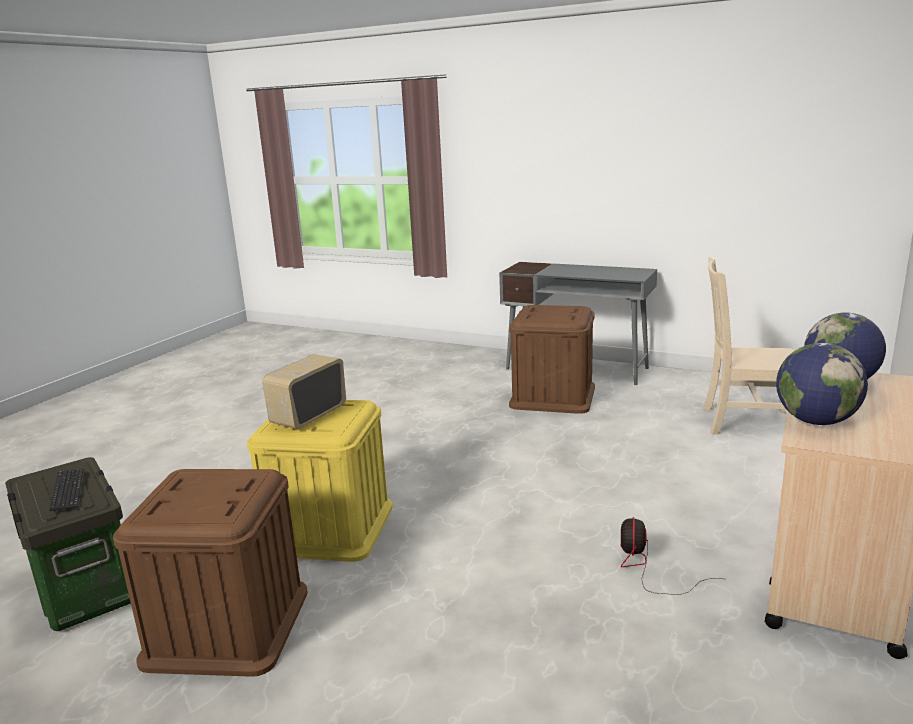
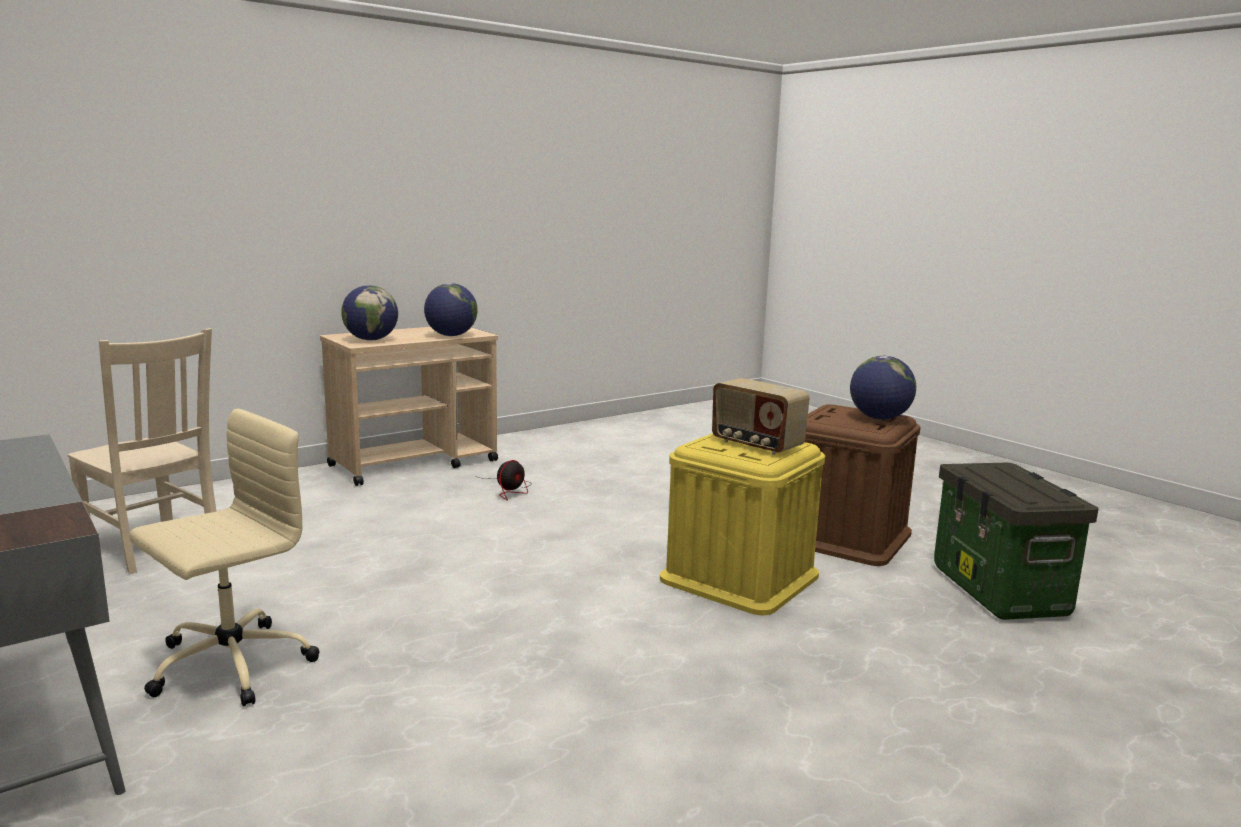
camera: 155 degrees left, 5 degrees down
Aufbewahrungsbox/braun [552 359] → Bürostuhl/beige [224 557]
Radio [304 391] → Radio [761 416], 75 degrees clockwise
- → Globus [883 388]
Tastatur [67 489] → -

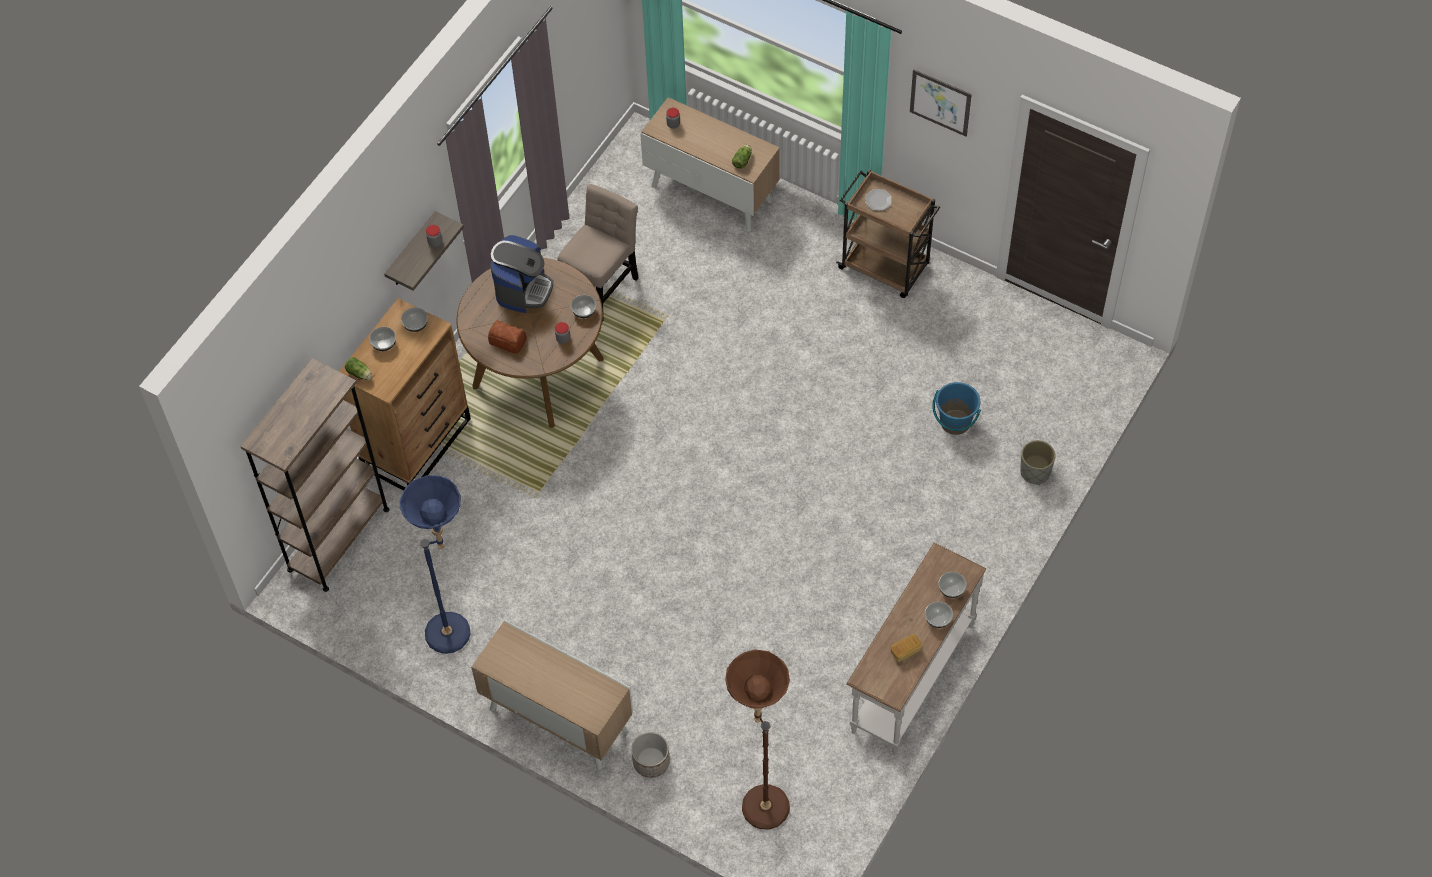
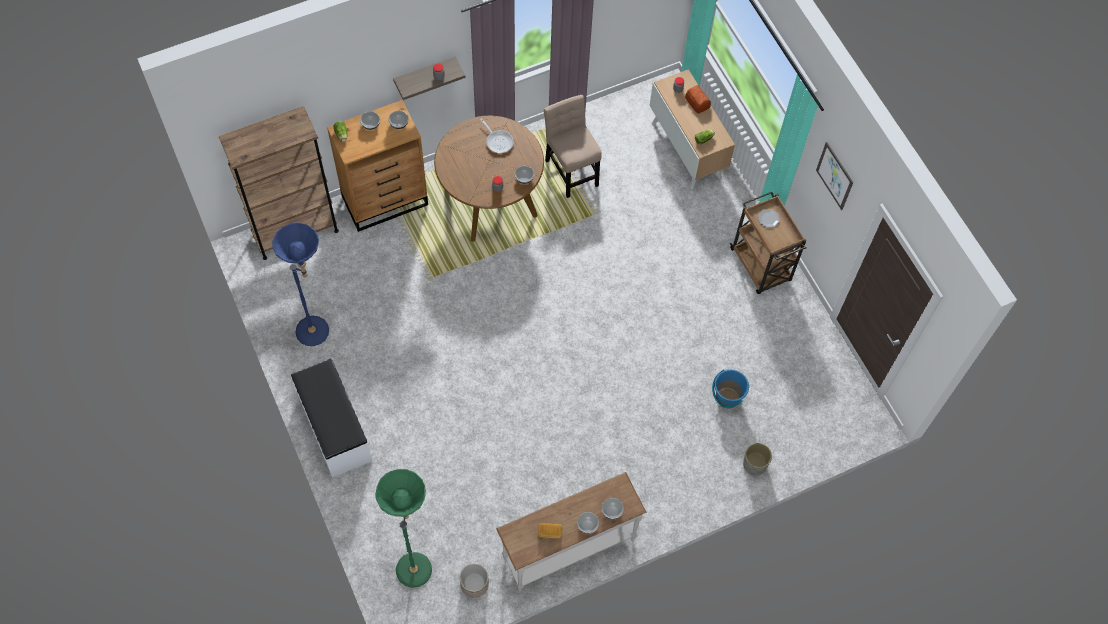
camera: 30 degrees right, 5 degrees up
Schrank [552 695] → Bank/weiß [331 418]
Stehlampe/braun [757 739] → Stehlampe/grün [404 528]
Pflanzkübel [650 755] → Pflanzkübel [474 581], shifted
Kaffeemaschine [521 274] → Pfanne [497 135]
Stuhl/beige [598 246] → Stuhl/beige [573 146], 90 degrees counterclockwise
Brot [507 337] → Brot [698 99], shifted

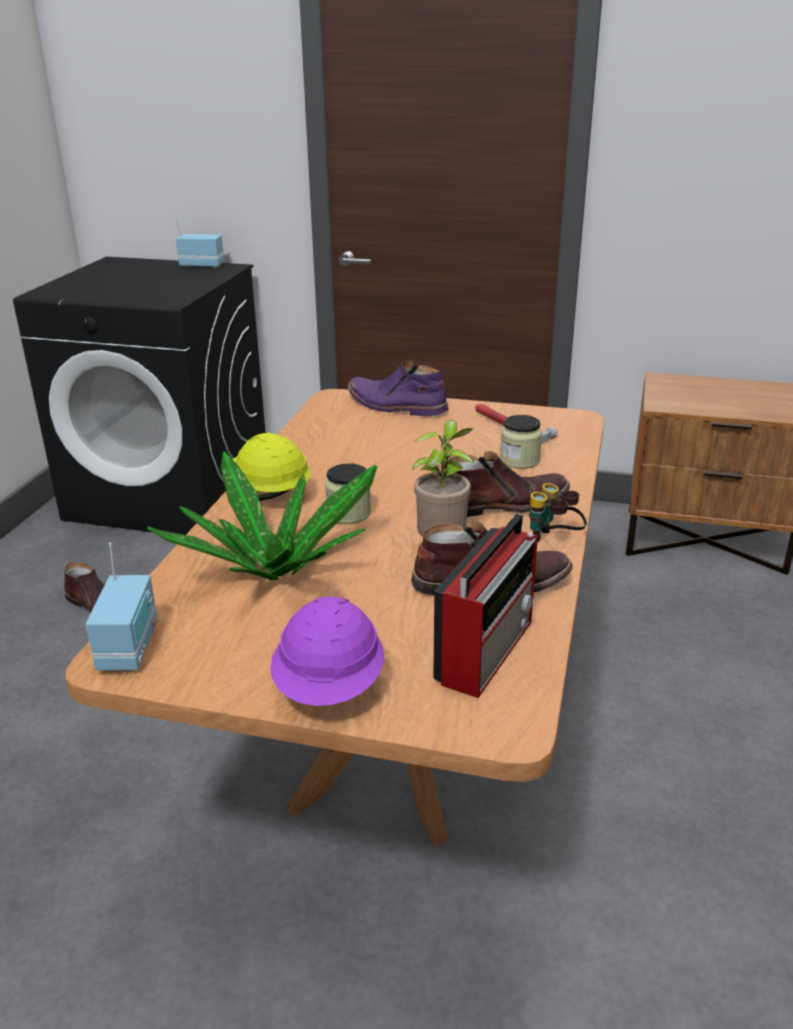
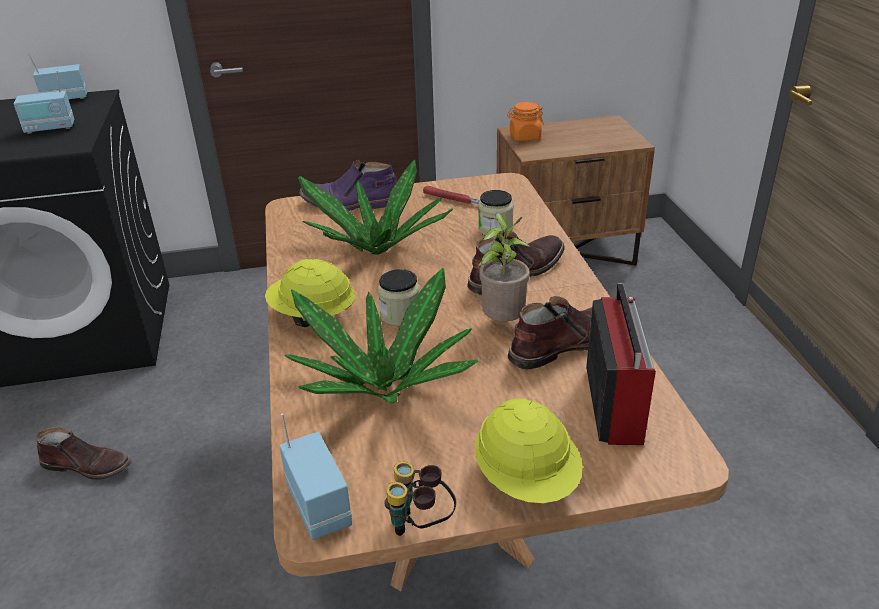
camera: 25 degrees left, 5 degrees up
- → Radio [44 102]
- → Topfpflanze [375 206]
Fernglas [558 512] → Fernglas [420 498], shifted
Schutzhelm/lila [327 651] → Schutzhelm/gelb [528 450]
- → Vorratsglas/orange [525 121]

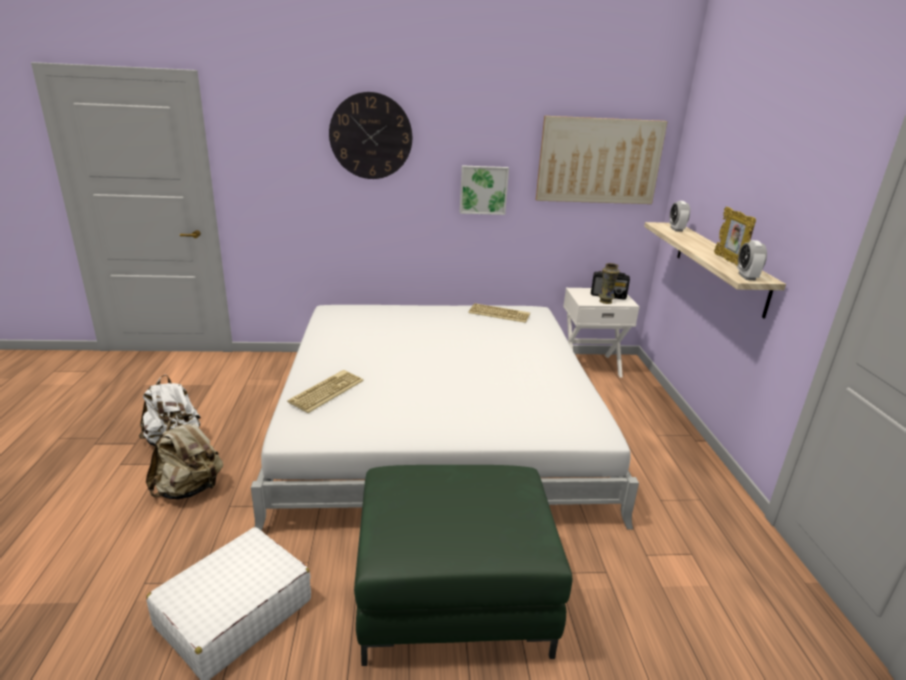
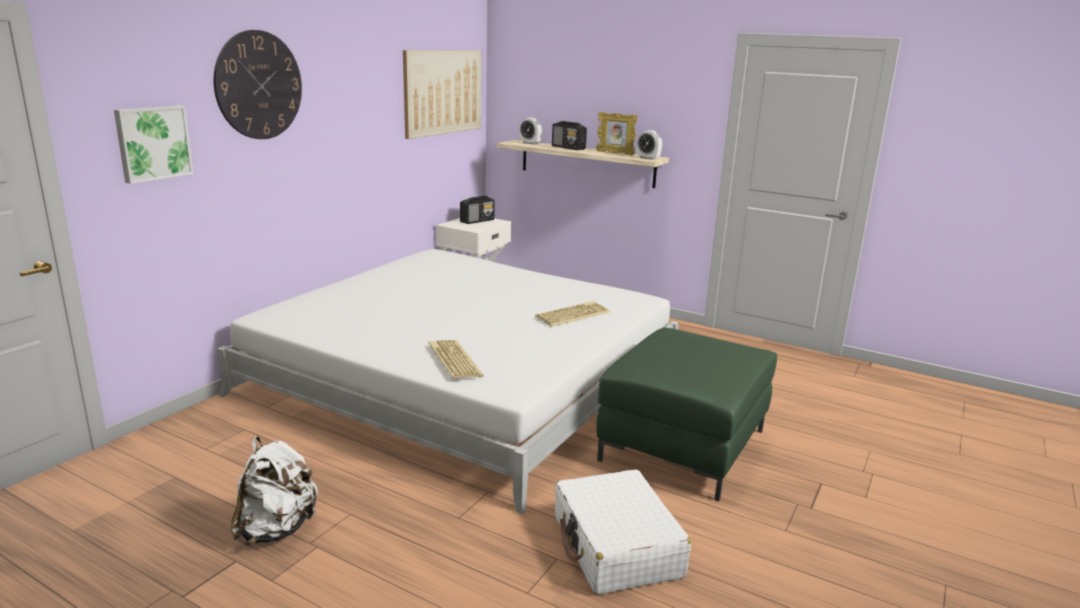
camera: 55 degrees left, 5 degrees down
Bild [484 190] → Bild [154 144], shifted
Tastatur [499 313] → Tastatur [572 314], shifted
- → Radio [569 135]
Rucksack/beige [184 458] → -
Vase [609 283] → -

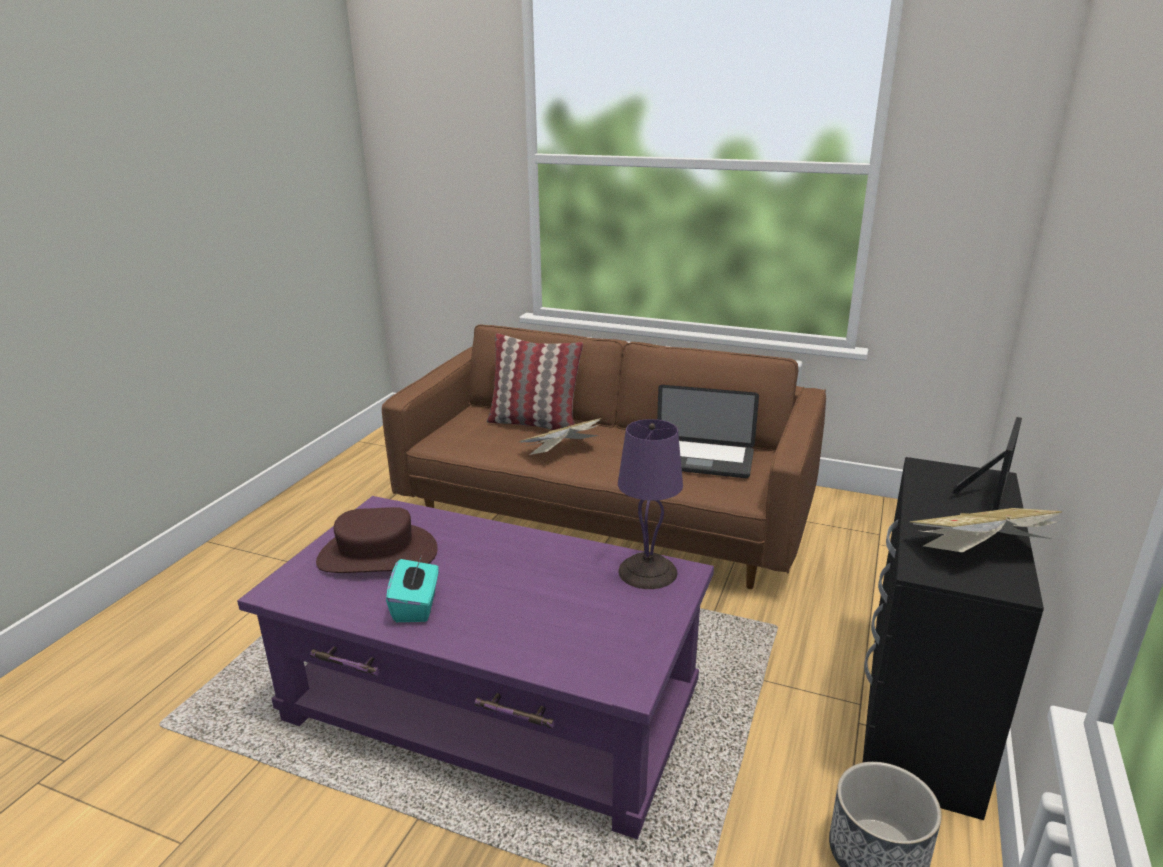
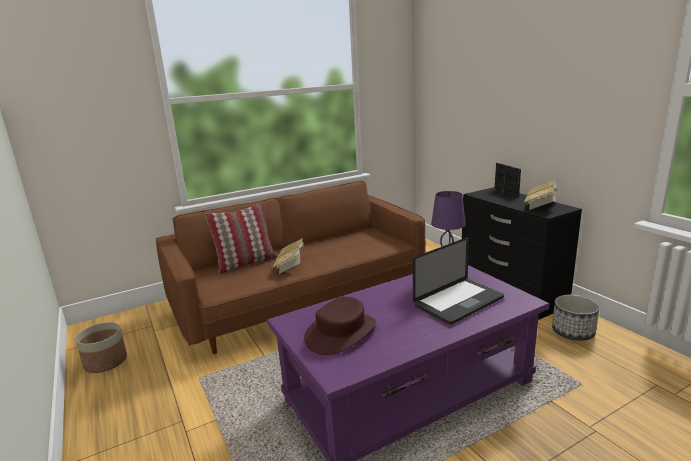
camera: 50 degrees left, 5 degrees down
- → Pflanzkübel [101 347]
Laptop [708 431] → Laptop [458 281], shifted
Taschentuchbox/türkis [412 589] → -

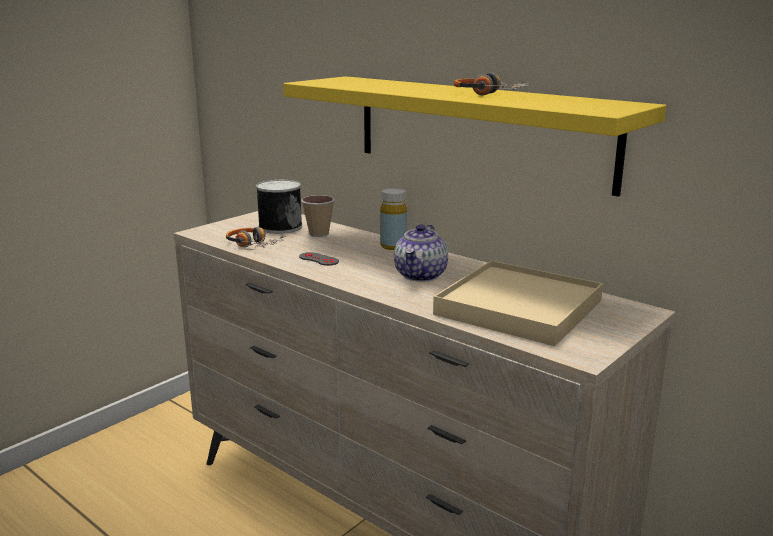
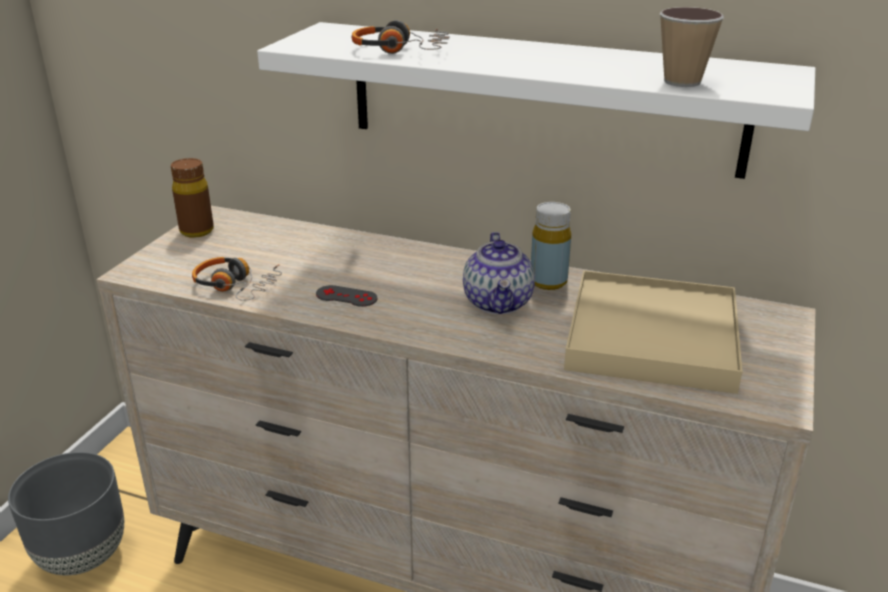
camera: 20 degrees left, 10 degrees up
- → Pflanzkübel/grau [66 513]
- → Flasche/braun [192 198]
Wandregal/gelb [474 136] → Wandregal/weiß [536 100]
Kopfhörer [492 84] → Kopfhörer [401 37], shifted
Flasche/gelb [393 219] → Flasche/gelb [551 246], shifted
Tasse [317 216] → Tasse [692 47], shifted
Dose [279 207] → -

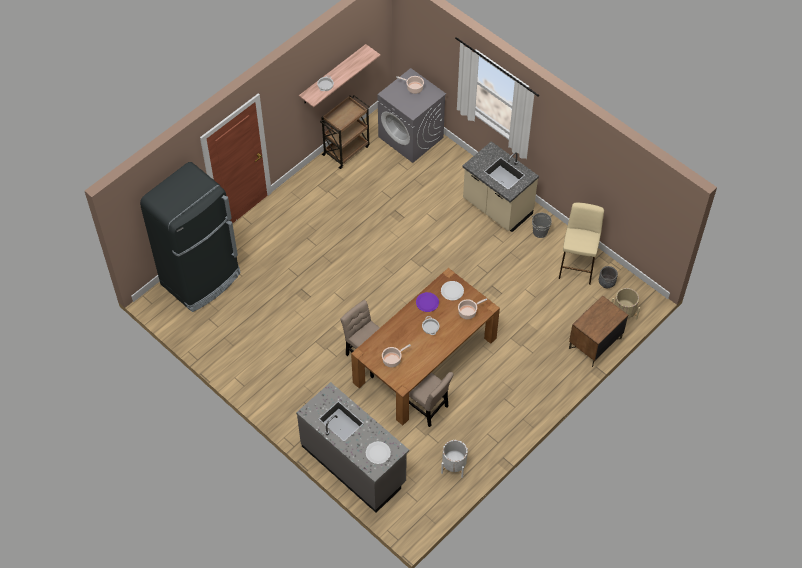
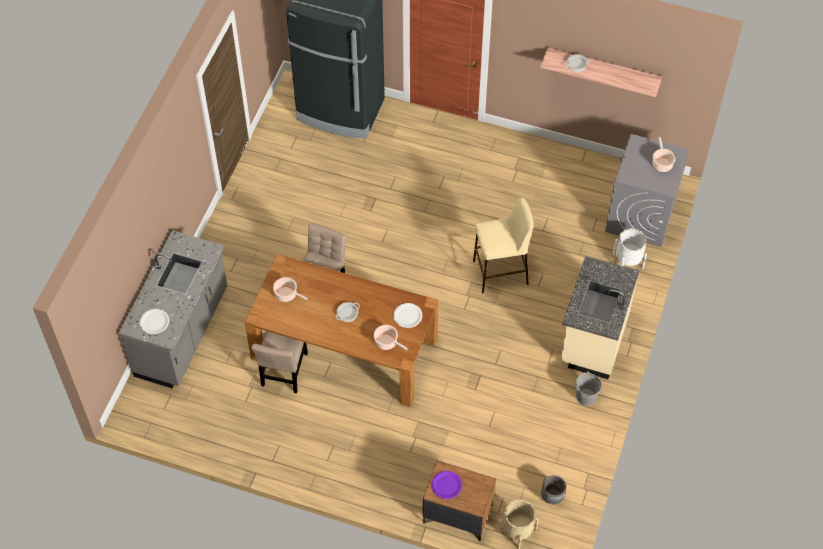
camera: 65 degrees right, 0 degrees up
Teller/lila [427 302] → Teller/lila [446 485], shifted
Hocker/beige [581 244] → Hocker/beige [503 245], shifted
Pflanzkübel/weiß [454 459] → Pflanzkübel/weiß [630 248], shifted
Rollwagen/braun [345 132] → -

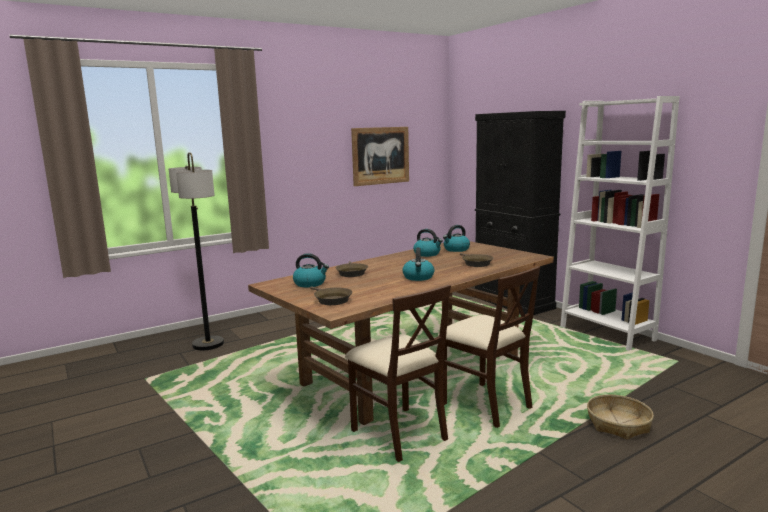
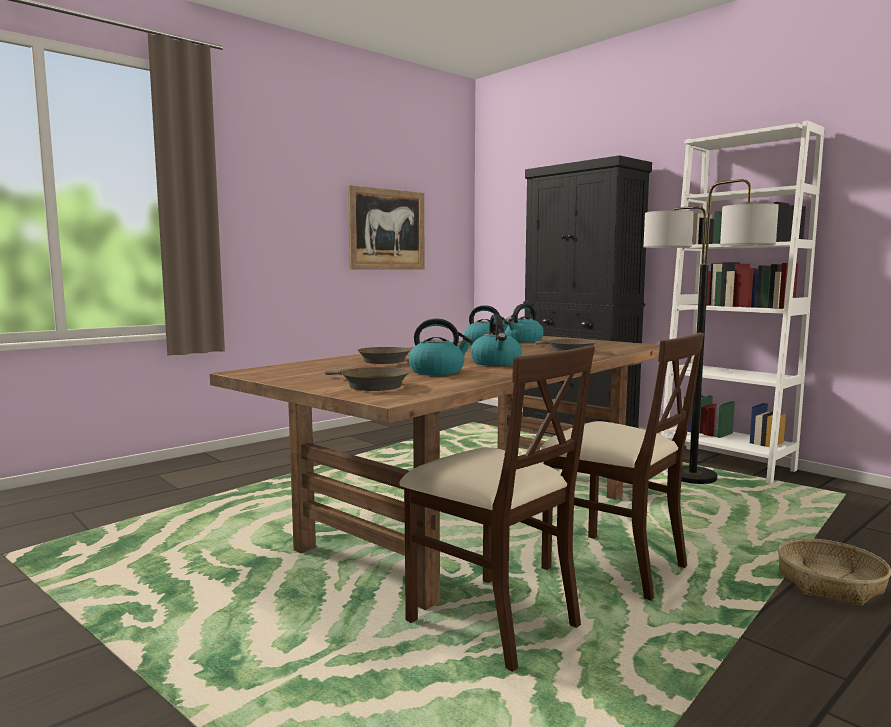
camera: 10 degrees left, 5 degrees down
Wasserkessel [311 270] → Wasserkessel [441 346], shifted
Stehlampe [196 251] → Stehlampe [711 331], shifted

